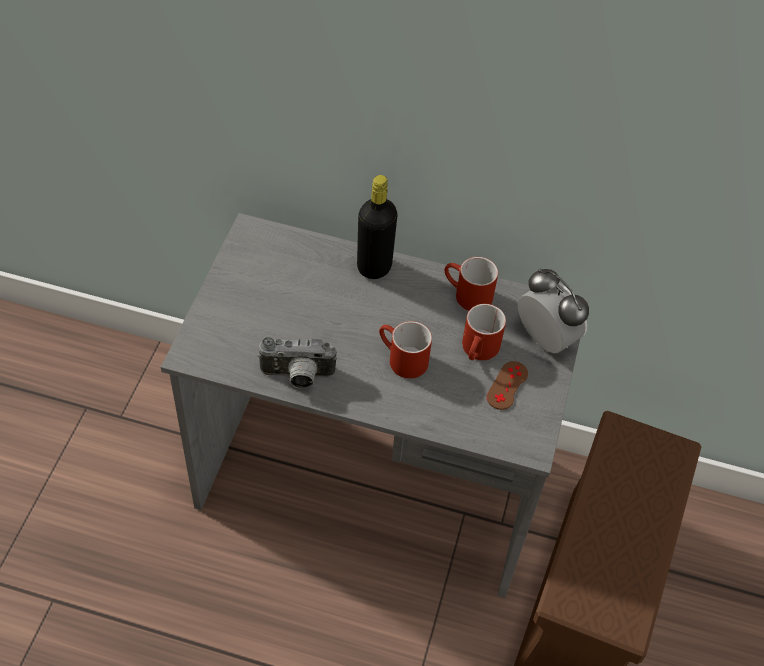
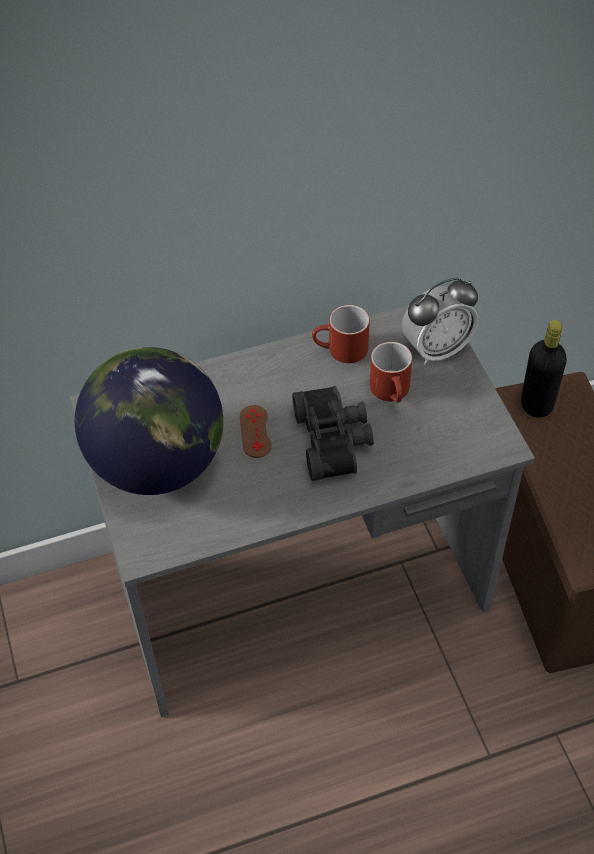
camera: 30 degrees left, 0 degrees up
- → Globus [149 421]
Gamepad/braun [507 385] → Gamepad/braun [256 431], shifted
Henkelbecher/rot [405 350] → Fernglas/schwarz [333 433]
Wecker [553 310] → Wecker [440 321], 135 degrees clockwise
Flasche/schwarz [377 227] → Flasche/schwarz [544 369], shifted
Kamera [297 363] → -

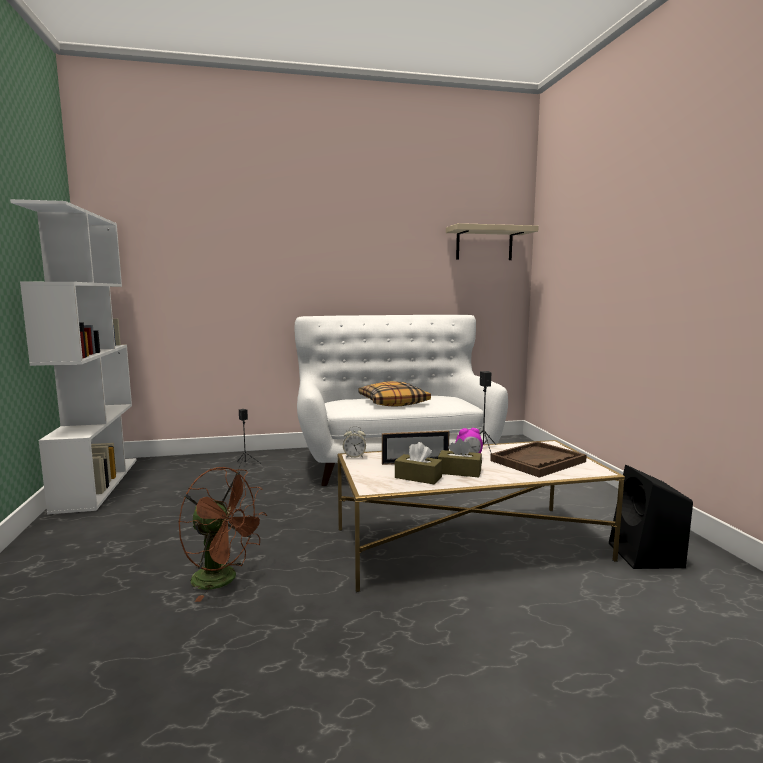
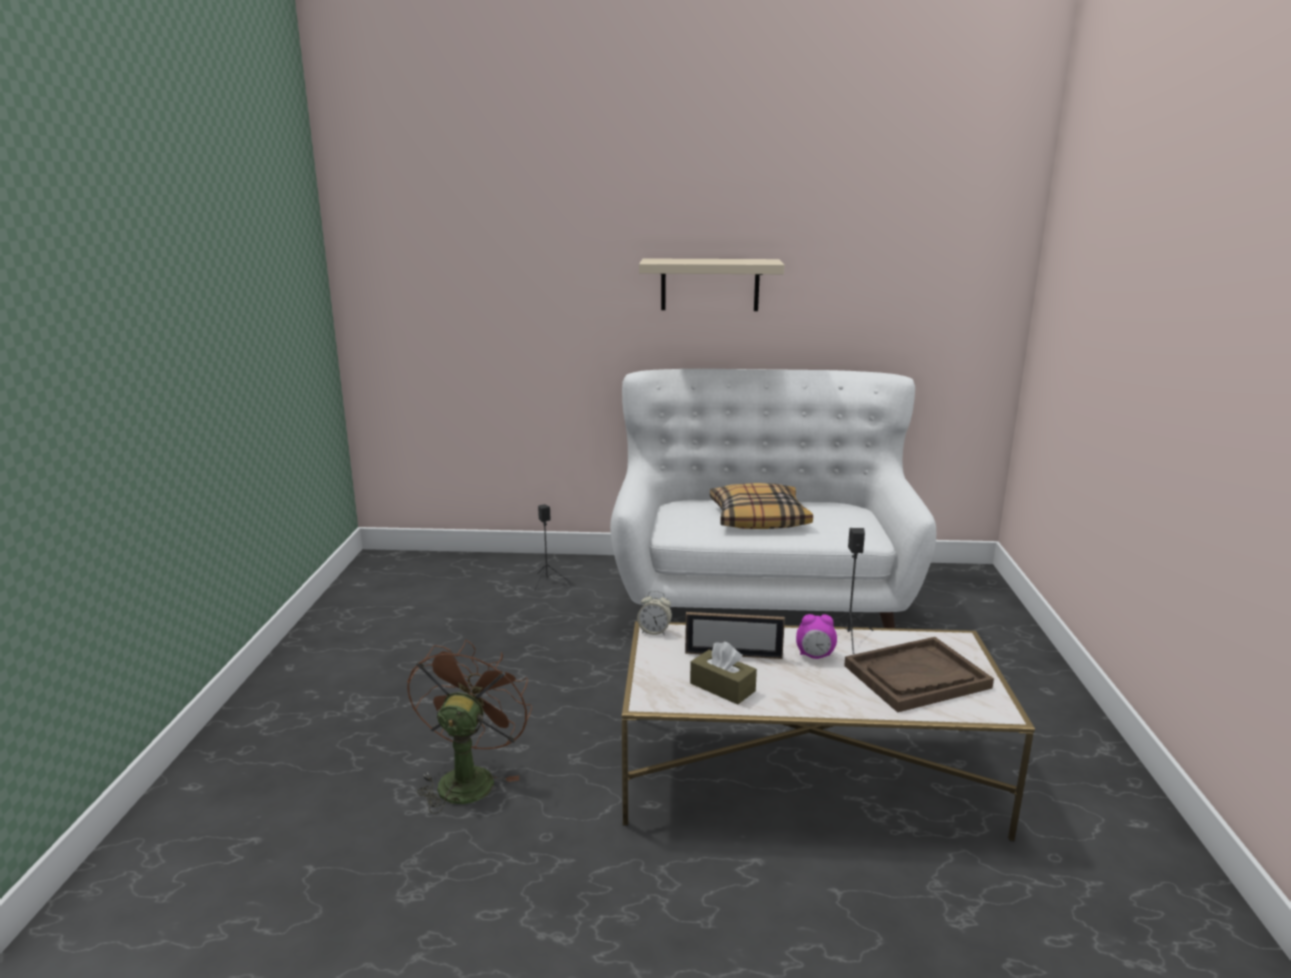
camera: 15 degrees right, 10 degrees up
Ventilator/braun [222 534] → Ventilator/braun [469 727], 120 degrees counterclockwise
Wandregal/beige [492 241] → Wandregal/beige [711 284], shifted
Bücherregal/weiß [73 356] → -
Taschentuchbox/braun [460 457] → -
Lautsprecher/schwarz [651 517] → -

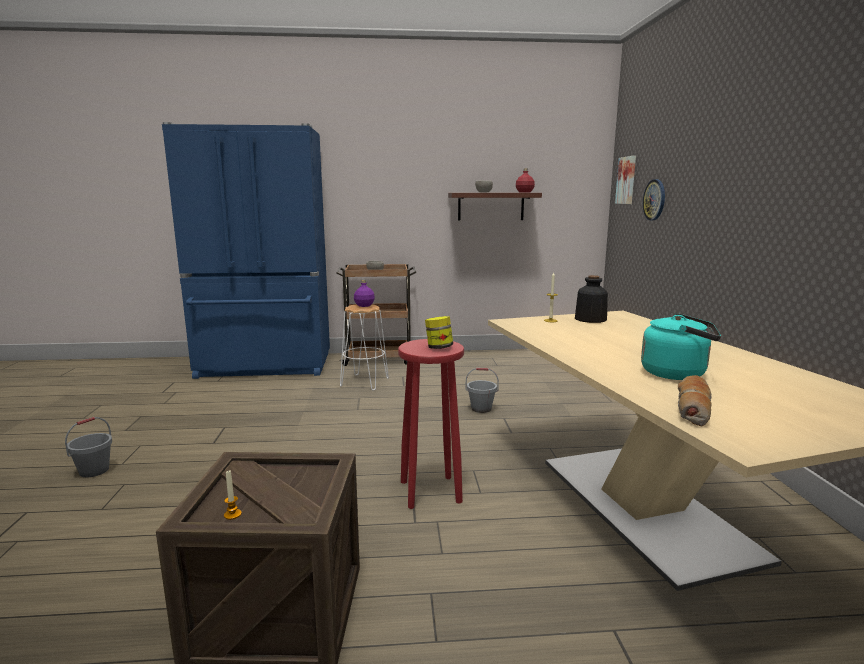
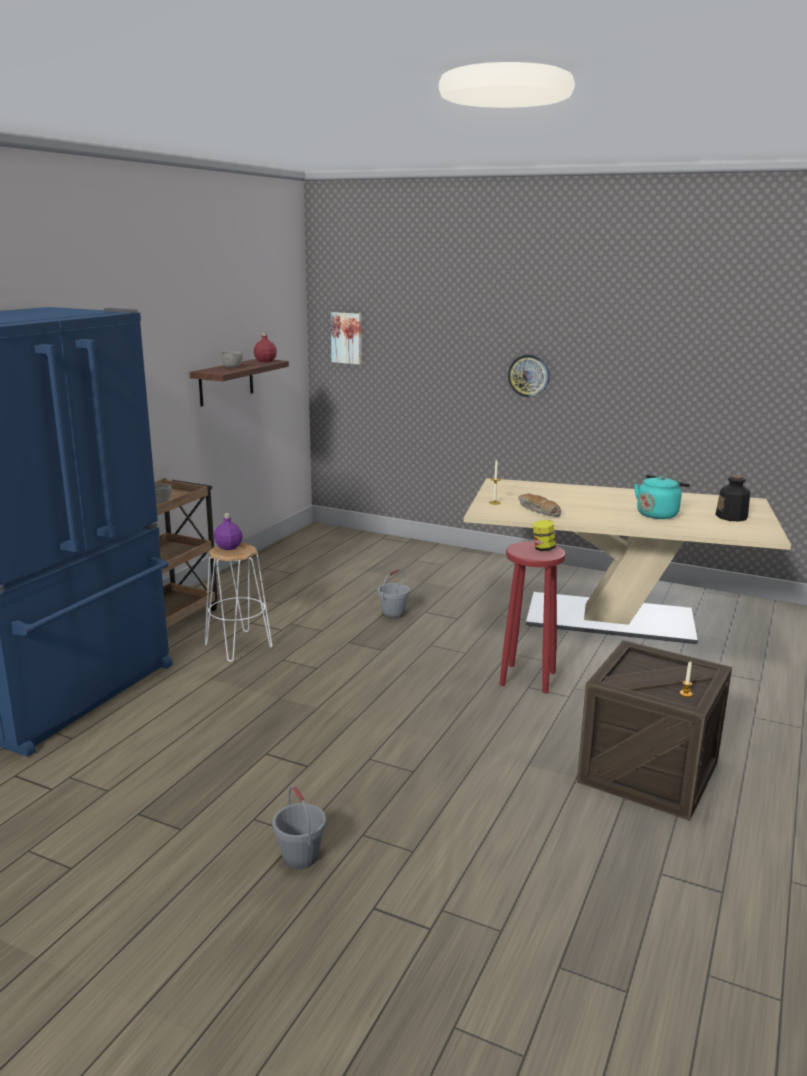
camera: 60 degrees left, 5 degrees up
Wanduhr [654 199] → Wanduhr [528 375], shifted
Brot [694 400] → Brot [539 505], shifted
Flasche [591 299] → Flasche [732 498], shifted

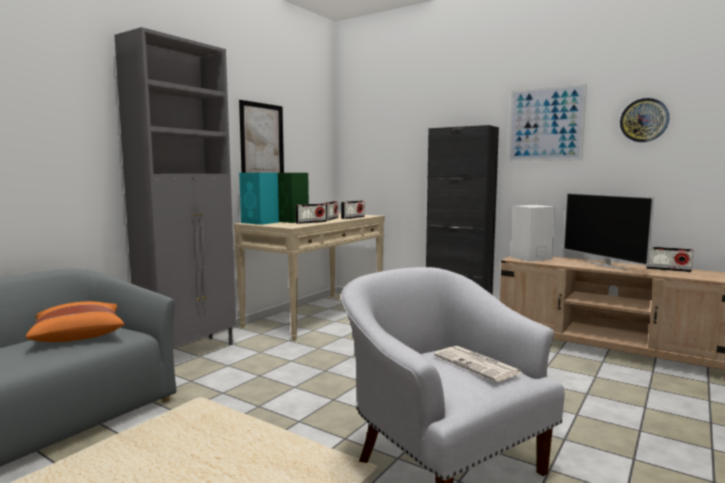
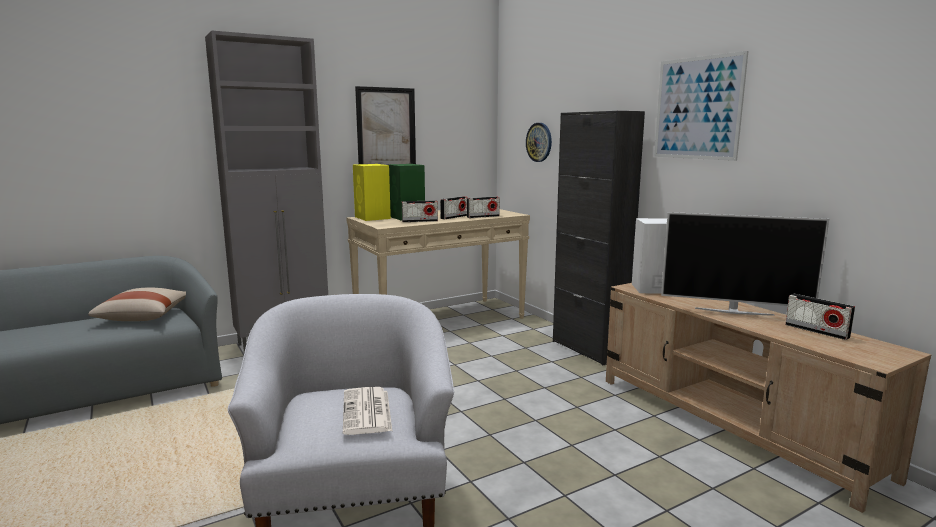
camera: 25 degrees right, 5 degrees up
Kissen/orange [75 321] → Kissen/beige [137 304]
Lautsprecher/türkis [259 199] → Lautsprecher/gelb [372 192]
Wanduhr [644 120] → Wanduhr [539 142], shifted
Fernseher [608 231] → Fernseher [745 264], 75 degrees counterclockwise

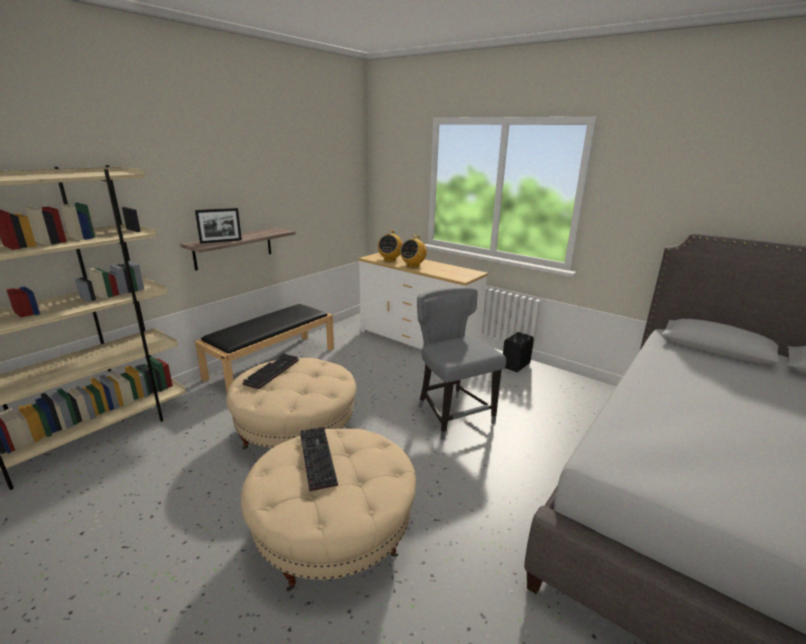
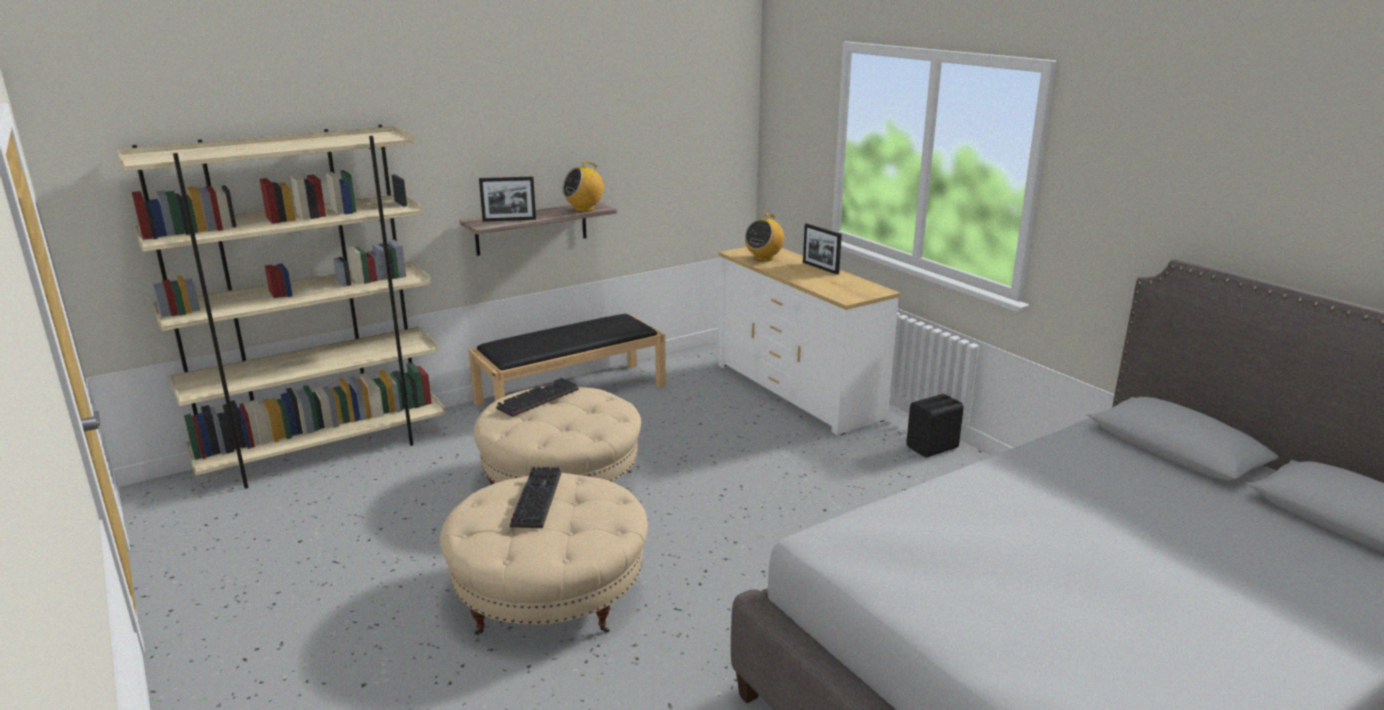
camera: 20 degrees right, 0 degrees up
Radio [413 251] → Radio [583 187], shifted
- → Bilderrahmen [822 249]
Stuhl/grau [461 364] → -

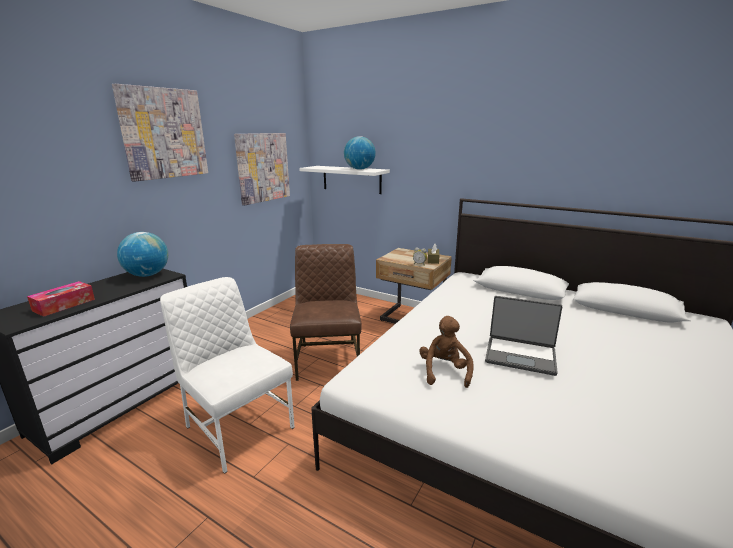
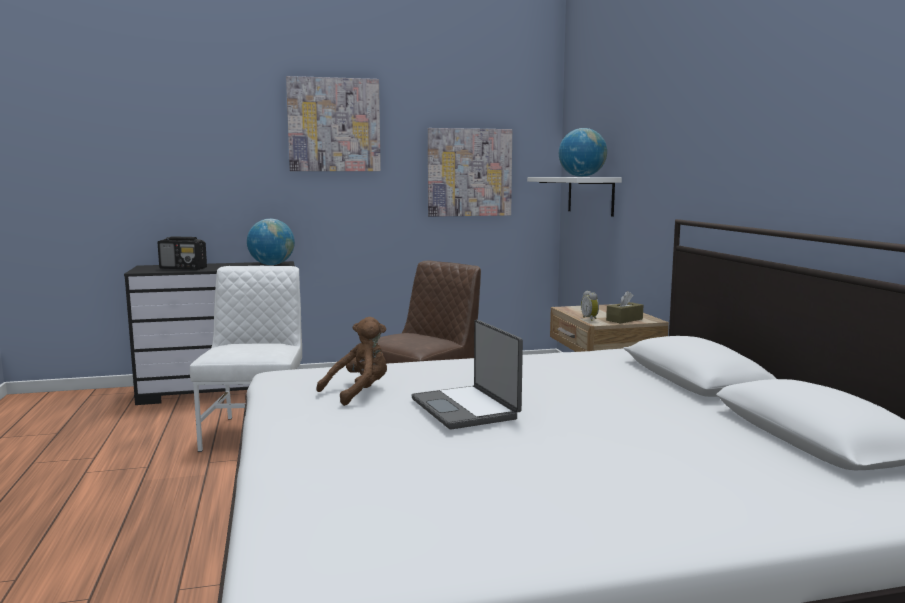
camera: 45 degrees right, 10 degrees down
Taschentuchbox [61 299] → Radio [182 253]

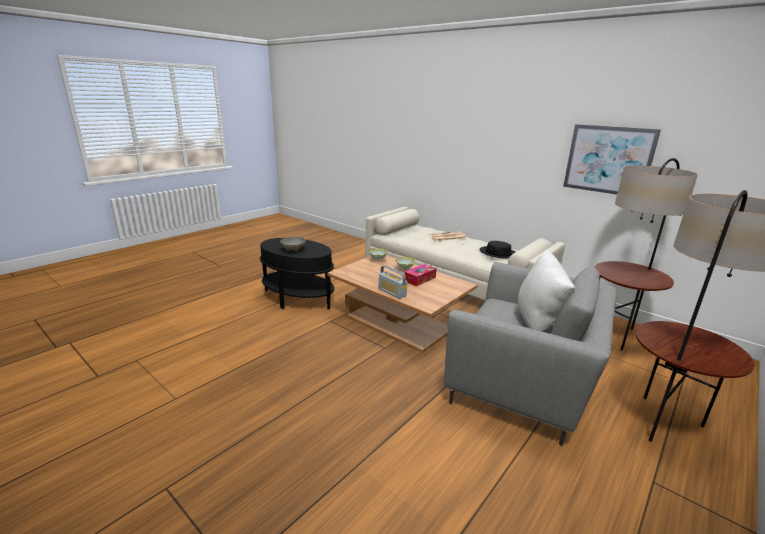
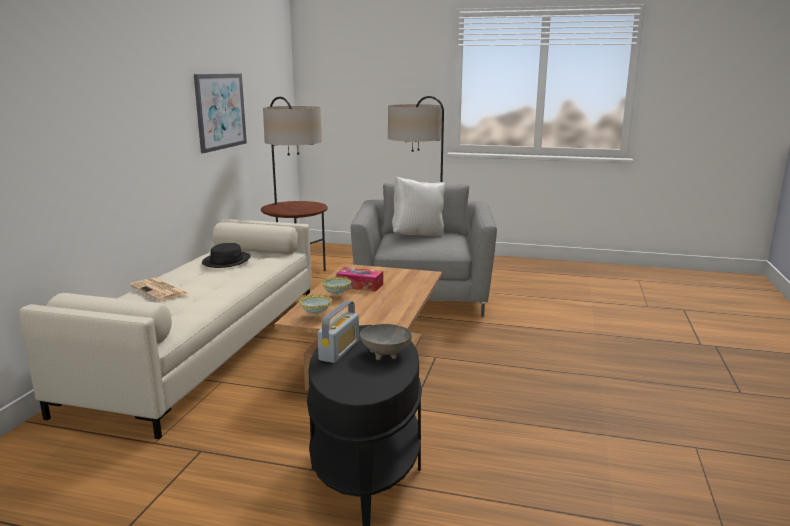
camera: 115 degrees left, 5 degrees down
Radio [393 282] → Radio [338 332], shifted

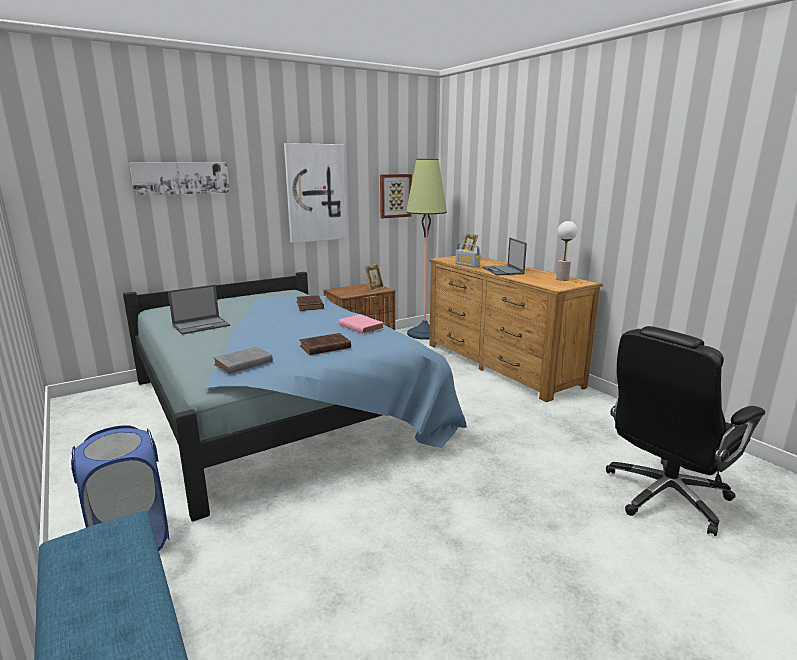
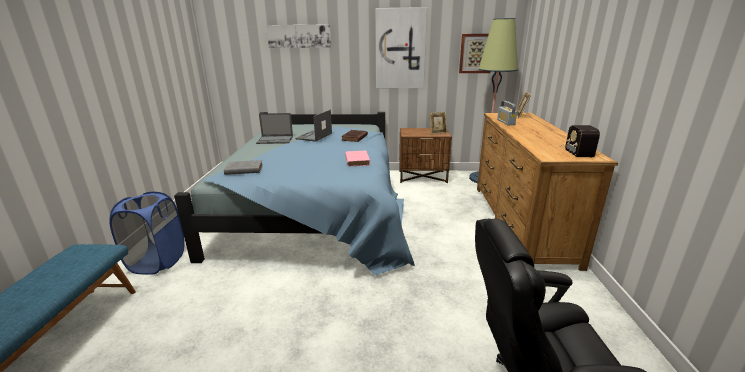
camera: 35 degrees right, 5 degrees up
Laptop [504 256] → Laptop [313 126], shifted
Tischlampe [566 251] → Radio [579 141]
Buch/braun [325 344] → -

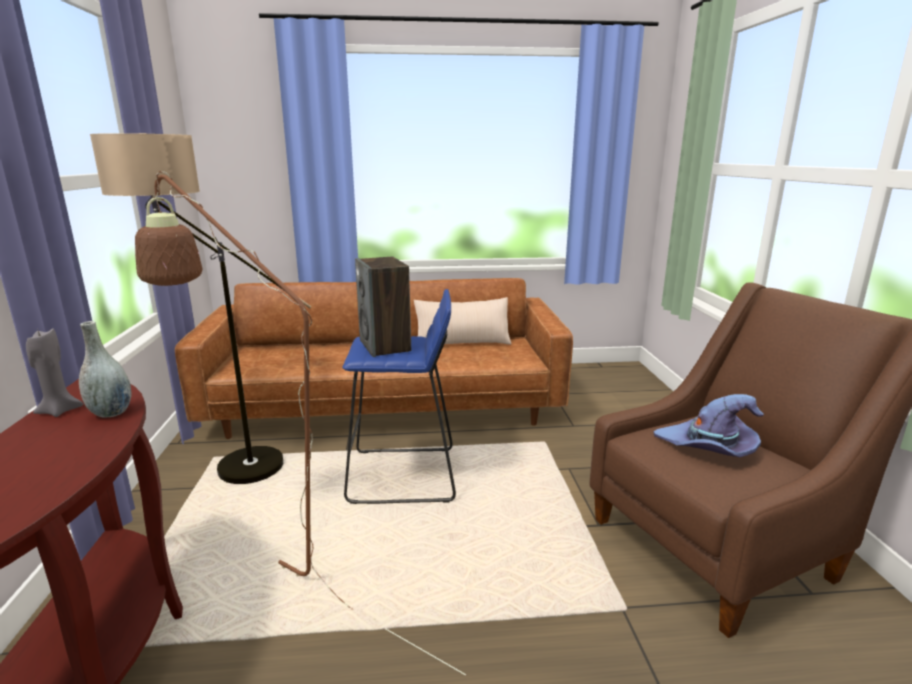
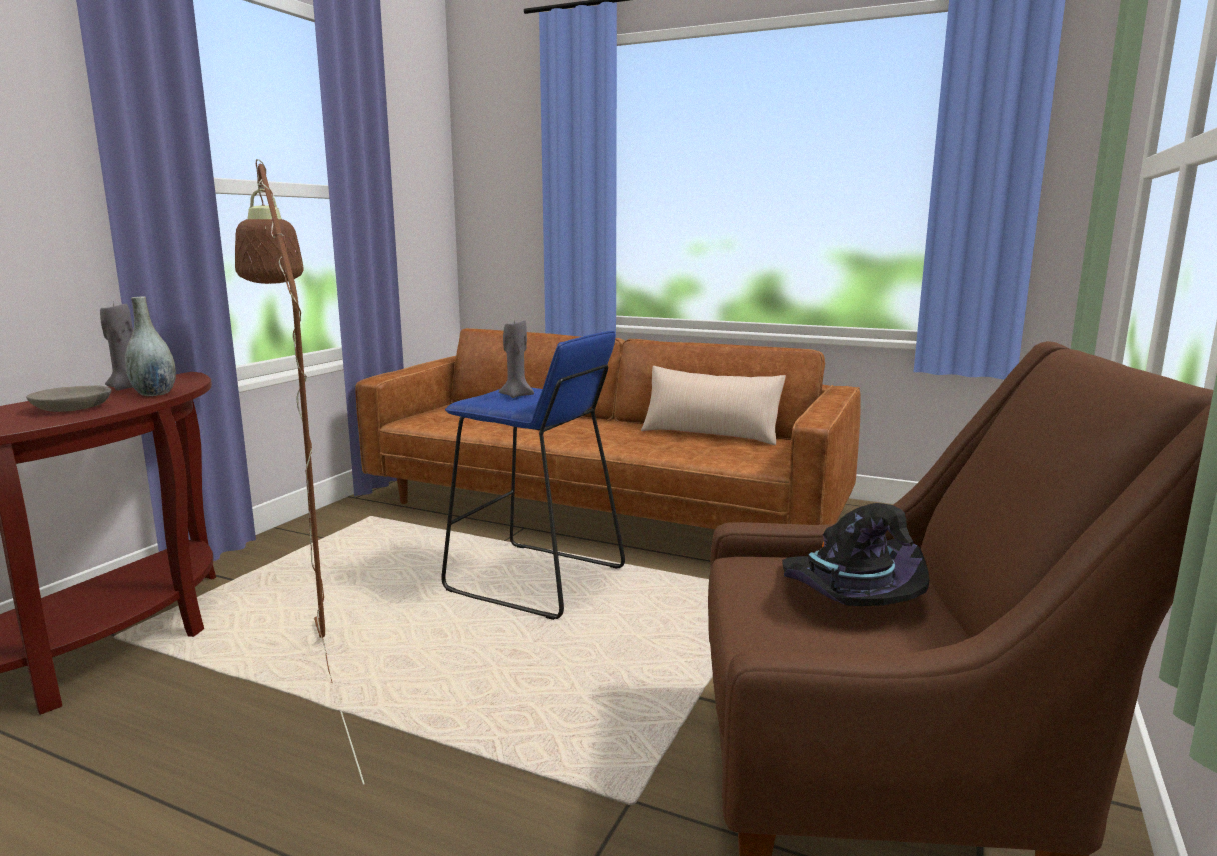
camera: 30 degrees right, 5 degrees down
- → Schüssel/grau [68 398]
Lautsprecher [383 307] → Kerze/grau [516 359]
Hut/lila [709 425] → Hut/schwarz [855 554]
Stehlampe [201 308] → -

